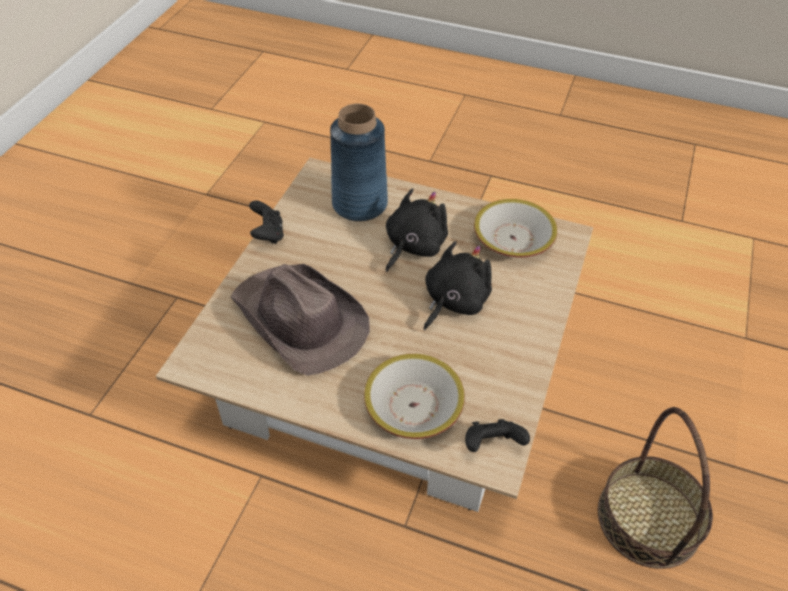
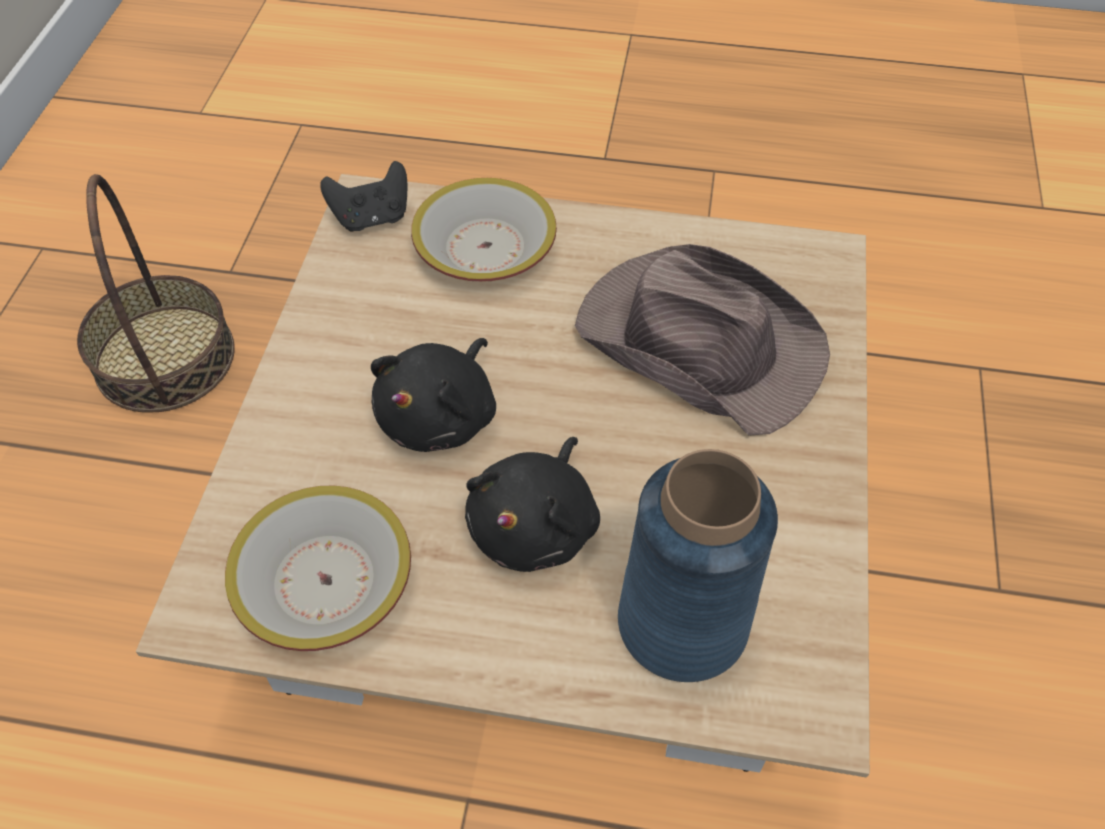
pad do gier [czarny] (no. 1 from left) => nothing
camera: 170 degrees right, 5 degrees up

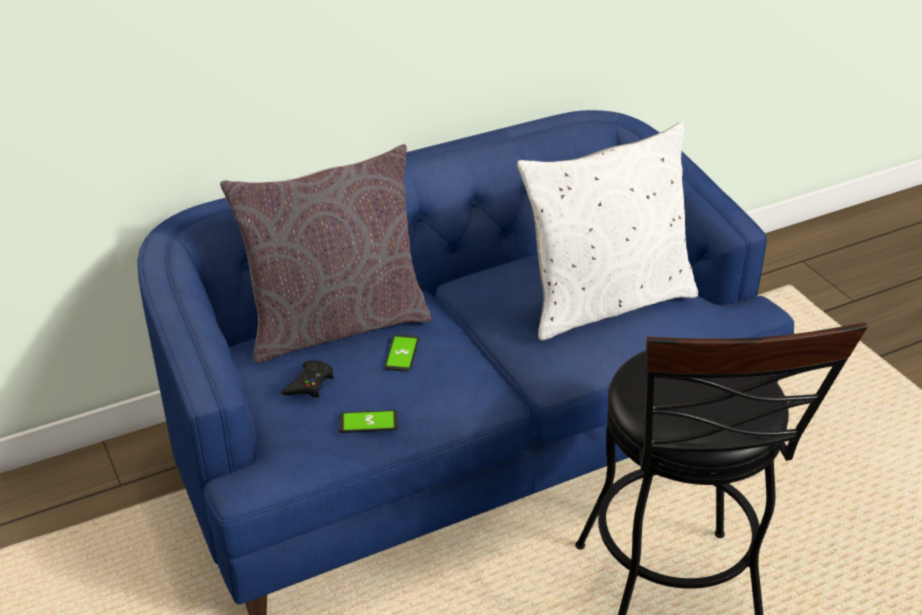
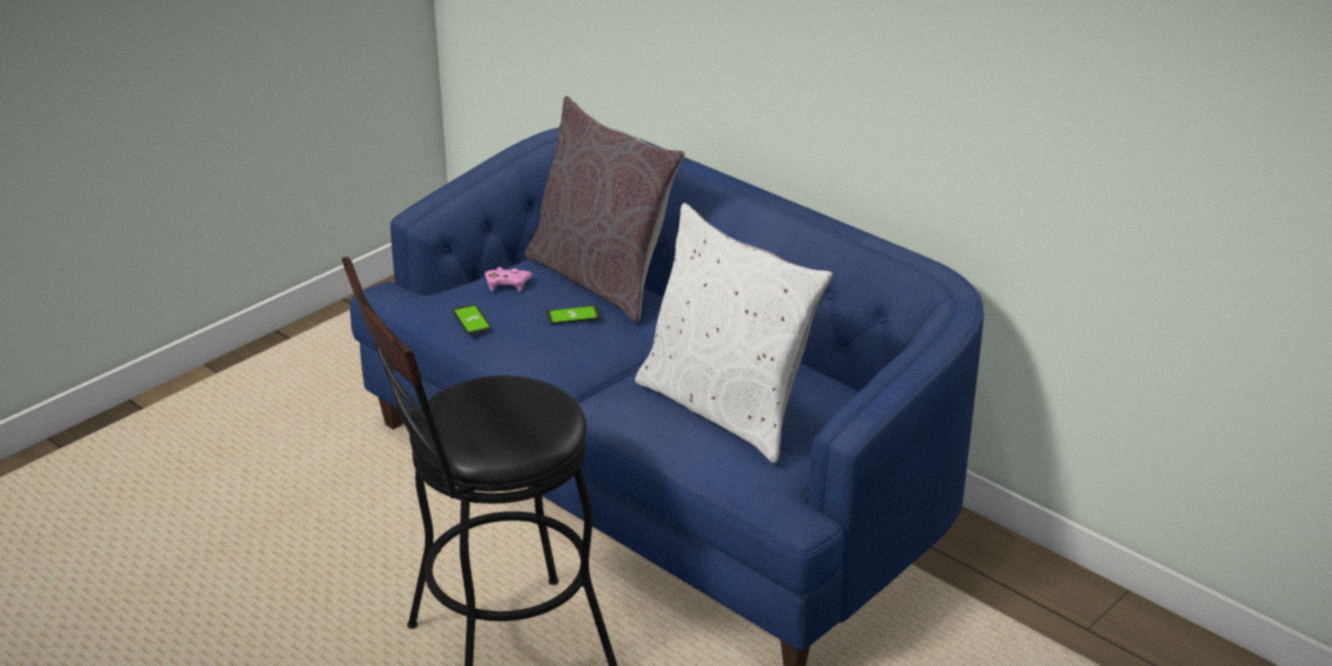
pad do gier [czarny] => pad do gier [różowy]
camera: 70 degrees right, 5 degrees down

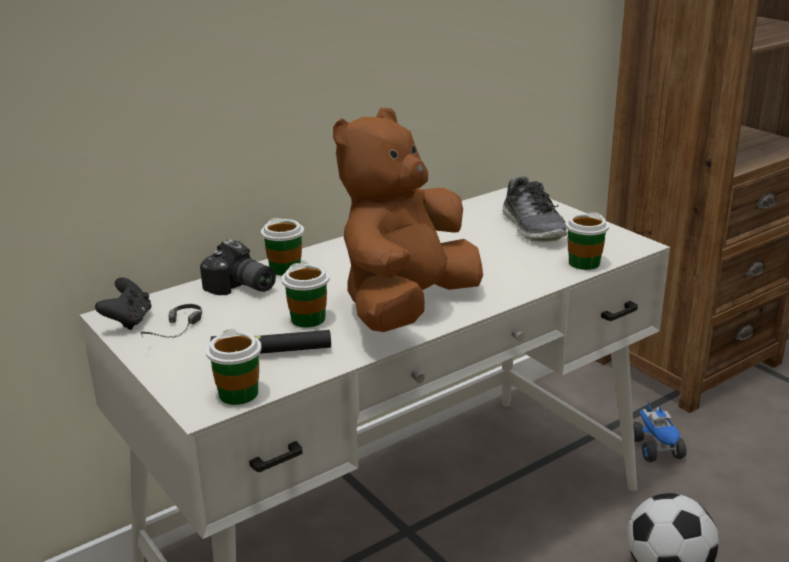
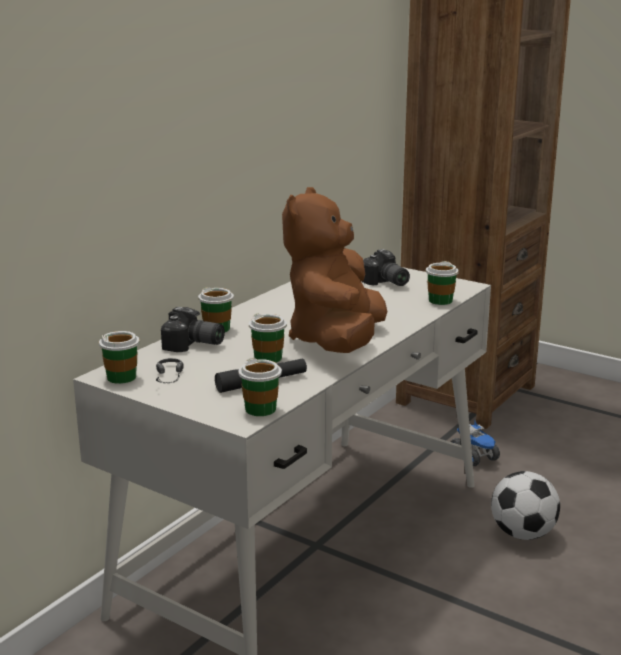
pad do gier [czarny] => filiżanka (no. 1 from left)
but => aparat fotograficzny (no. 2 from left)
camera: 20 degrees left, 5 degrees down

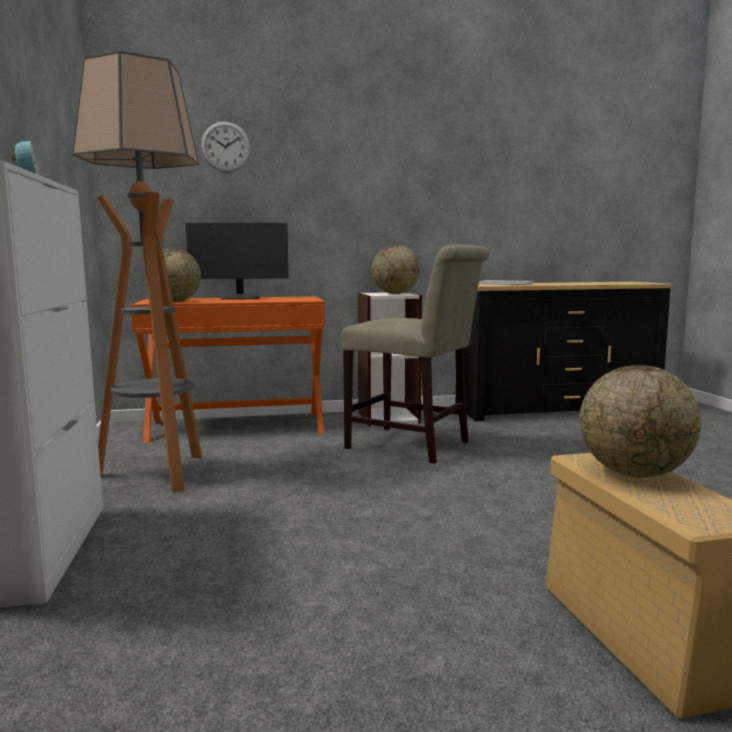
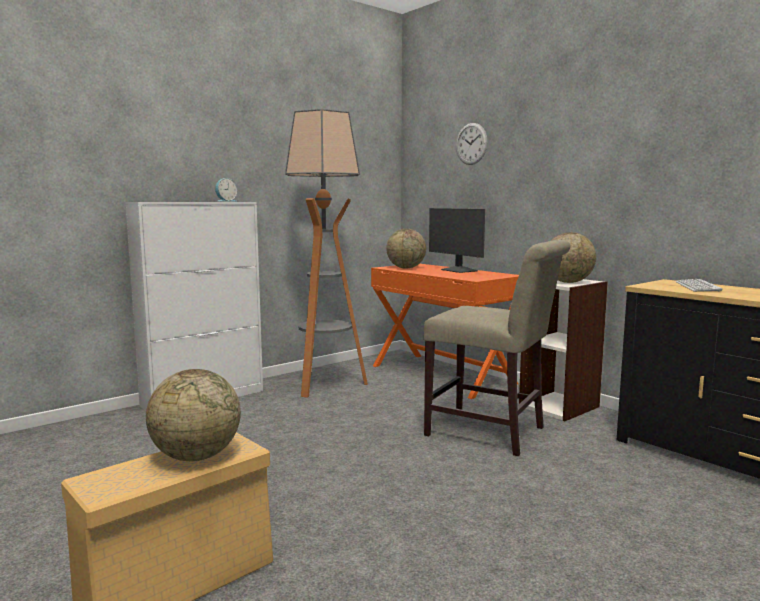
krzesło [beżowy], 60 degrees counterclockwise
camera: 60 degrees right, 0 degrees up

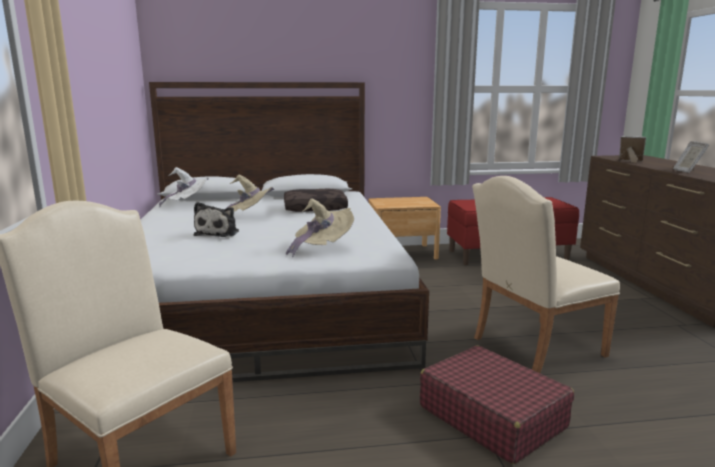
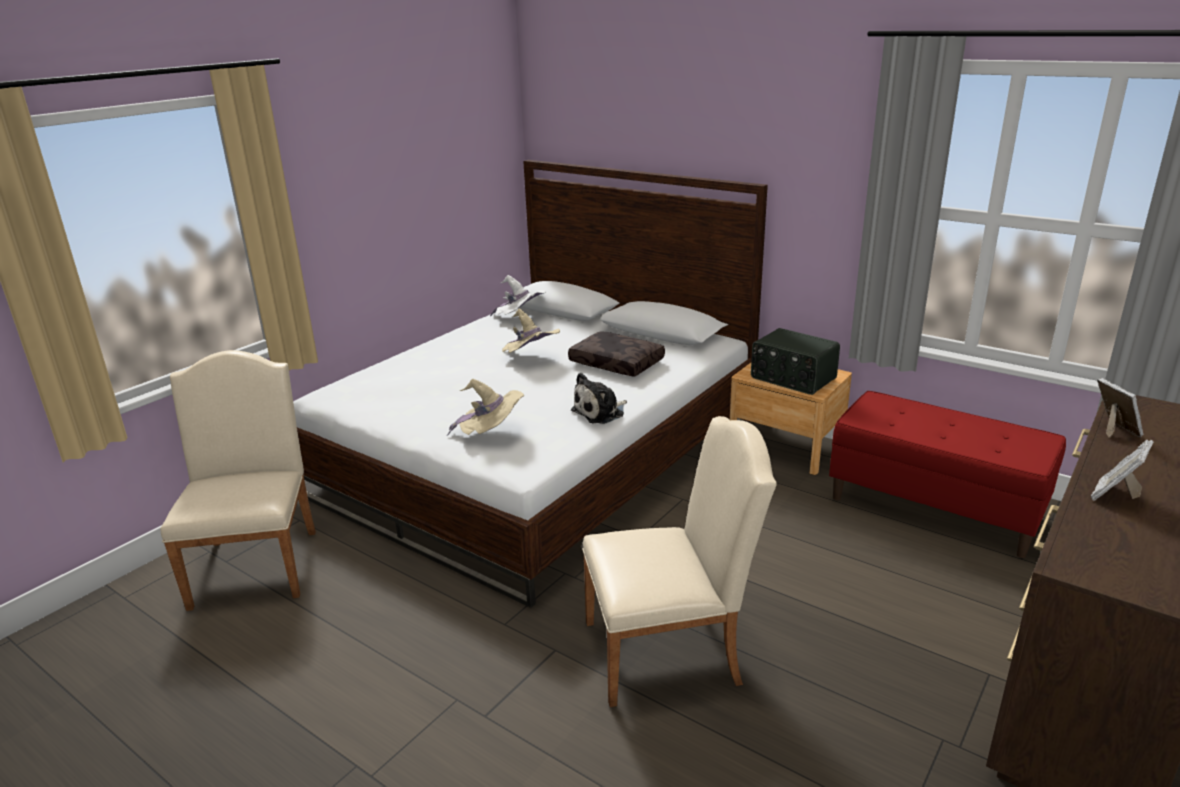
walizka [czerwony] => nothing
nothing => radio
pluszak, shifted
krzesło [beżowy] (no. 2 from left), 150 degrees clockwise
camera: 45 degrees right, 10 degrees up

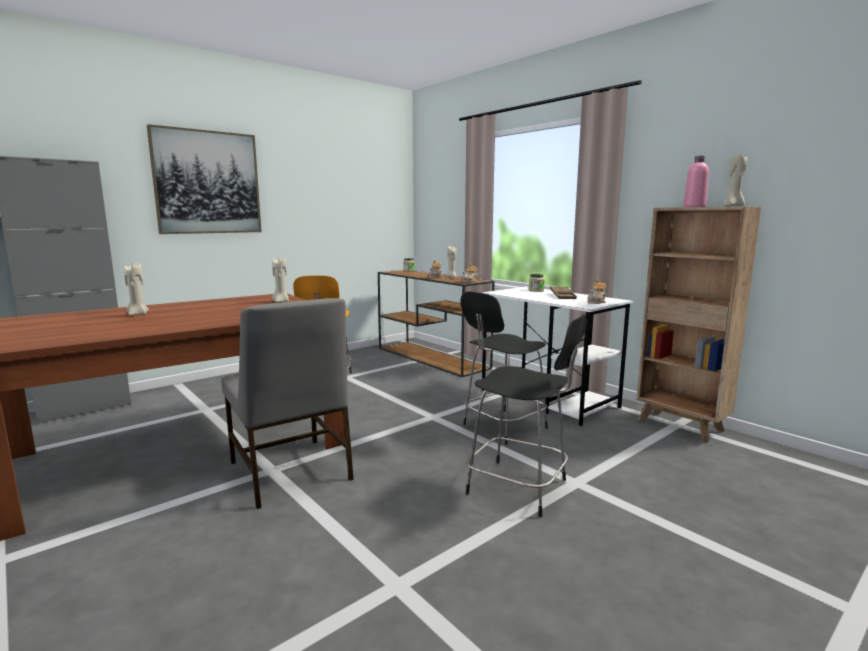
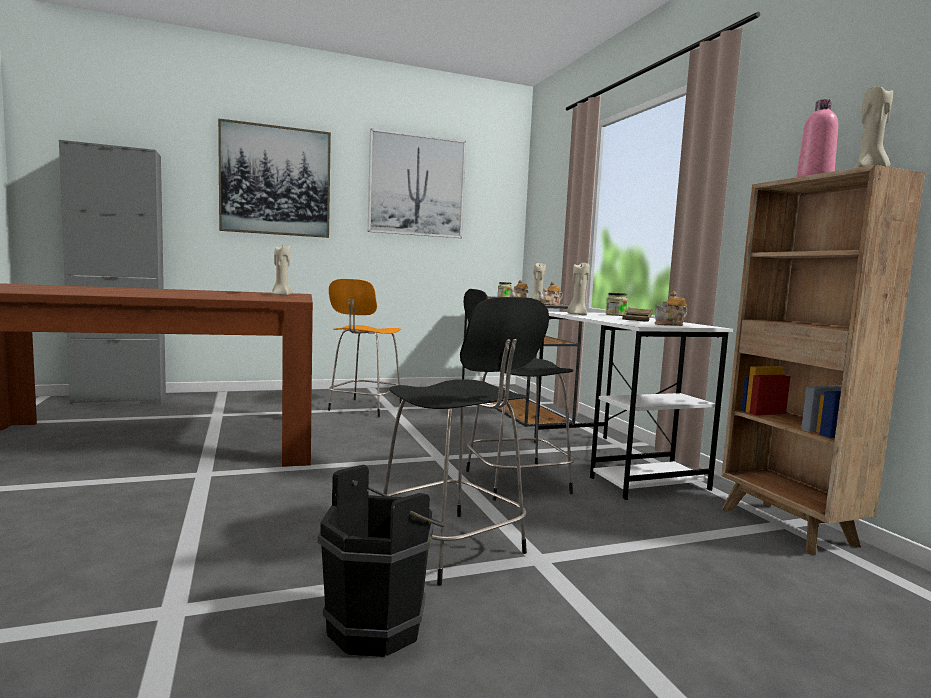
krzesło [szary] => nothing
nothing => wiadro [czarny]
nothing => obraz (no. 2 from left)
świeca [beżowy] (no. 1 from left in the first image) => świeca [beżowy] (no. 3 from left), shifted
camera: 20 degrees right, 5 degrees down

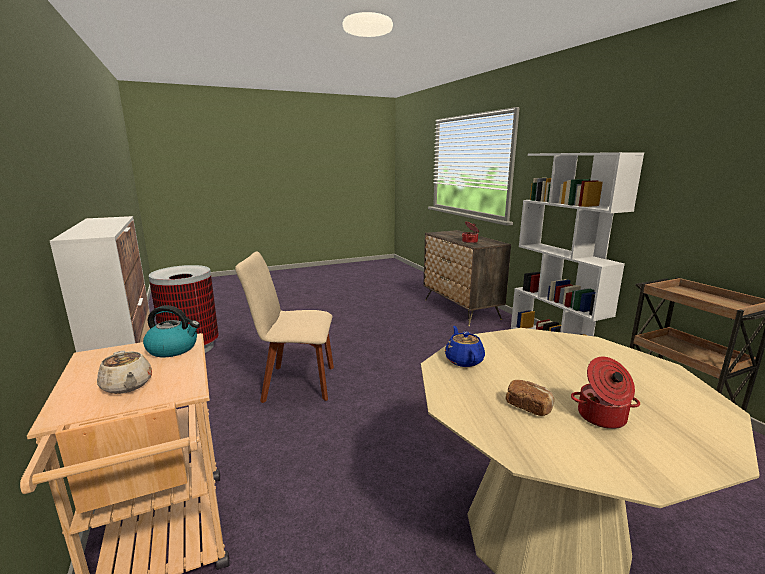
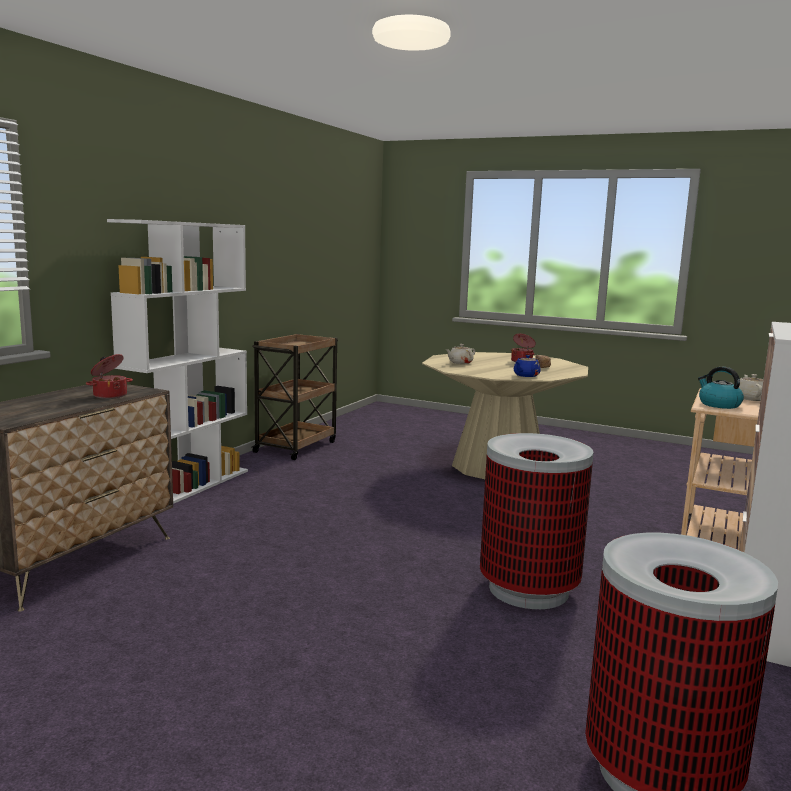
nothing => imbryk [beżowy] (no. 1 from left)
krzesło [beżowy] => kosz na śmieci (no. 1 from left)
camera: 130 degrees left, 5 degrees down

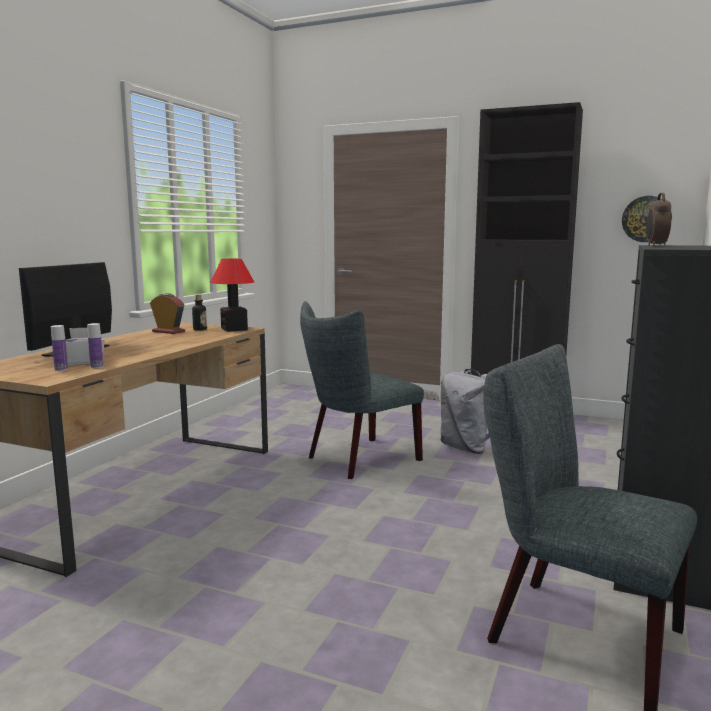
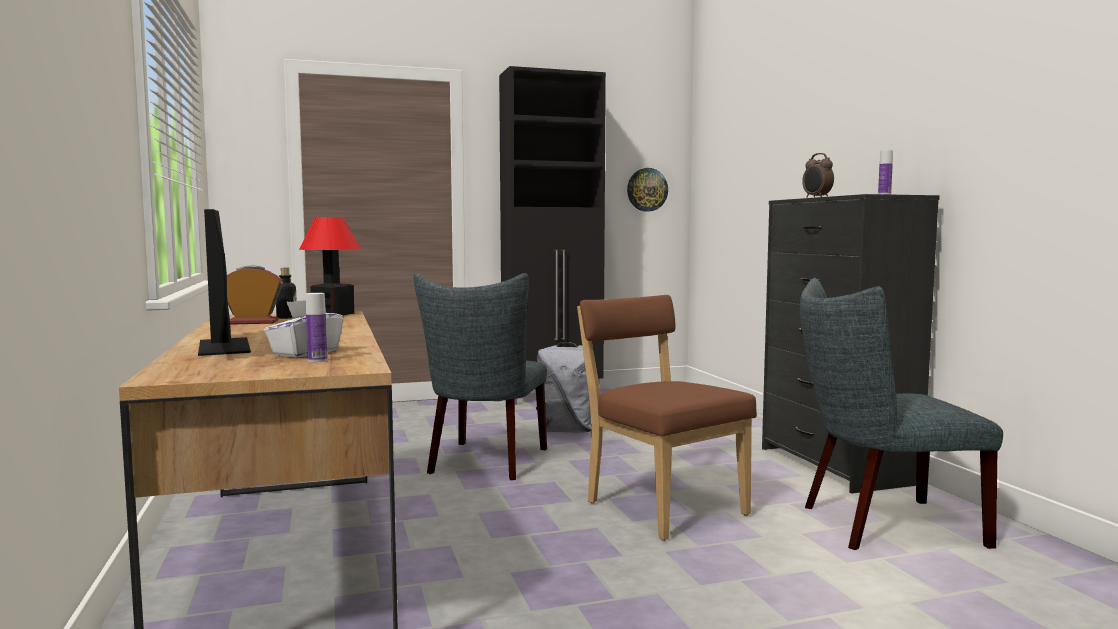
nothing => krzesło [brązowy]
butelka (no. 2 from left in the first image) => butelka (no. 3 from left), shifted
camera: 40 degrees left, 5 degrees down

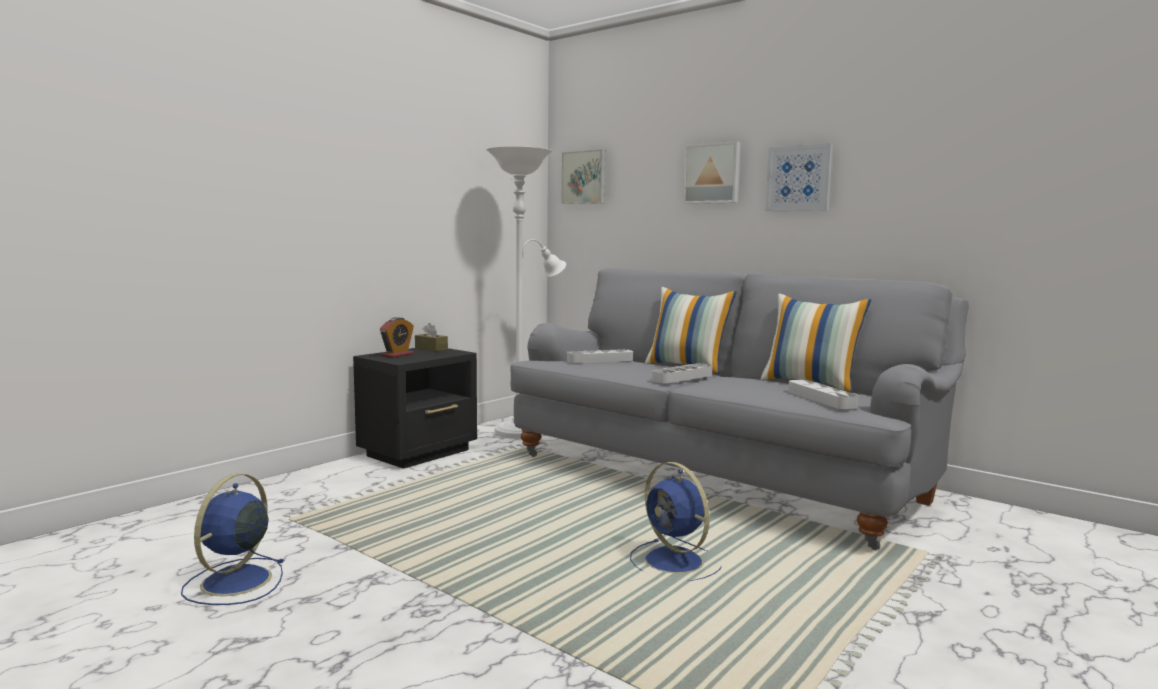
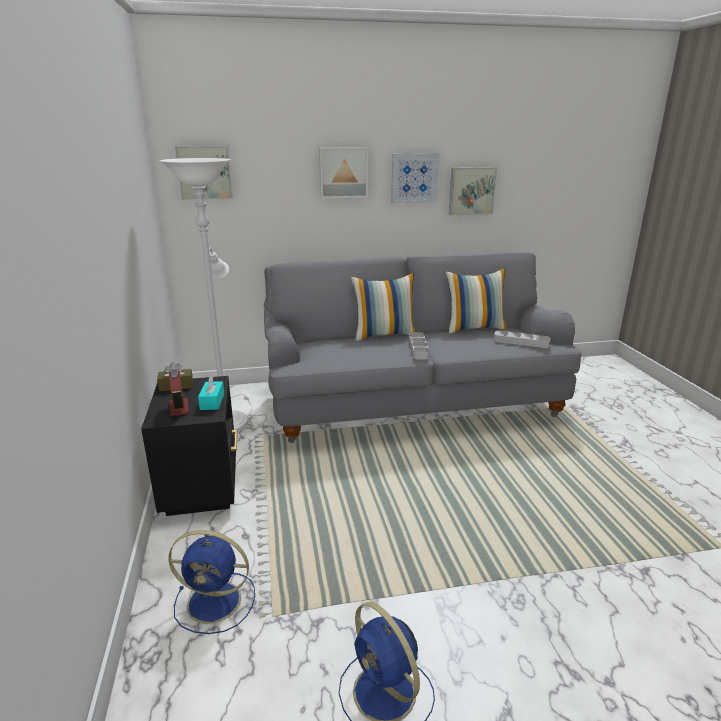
taca [szary] (no. 1 from left) => nothing
nothing => pudełko chusteczek [turkusowy]
nothing => obraz (no. 4 from left)
wentylator [niebieski] (no. 2 from left in the first image) => wentylator [niebieski] (no. 1 from left), shifted
camera: 50 degrees left, 15 degrees up

